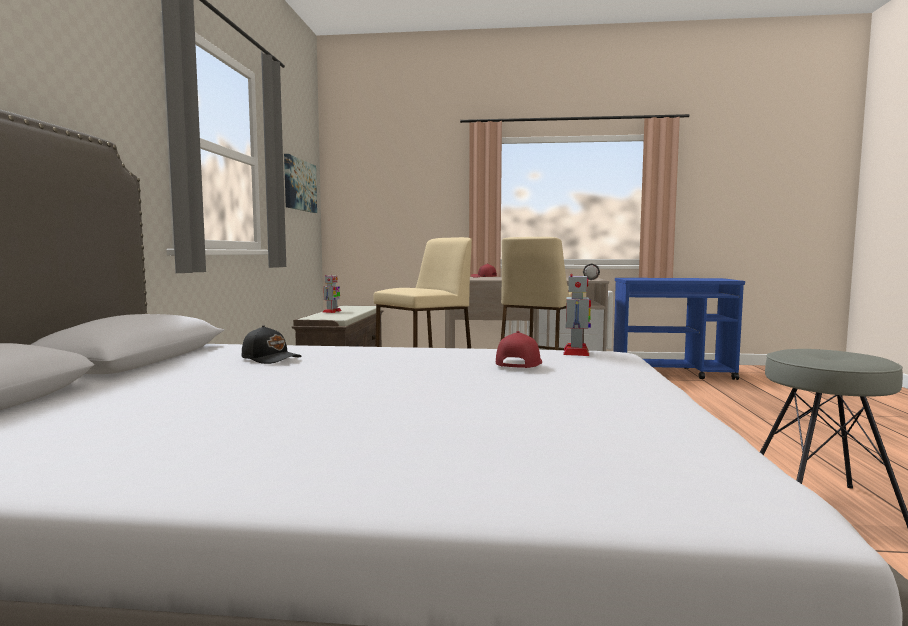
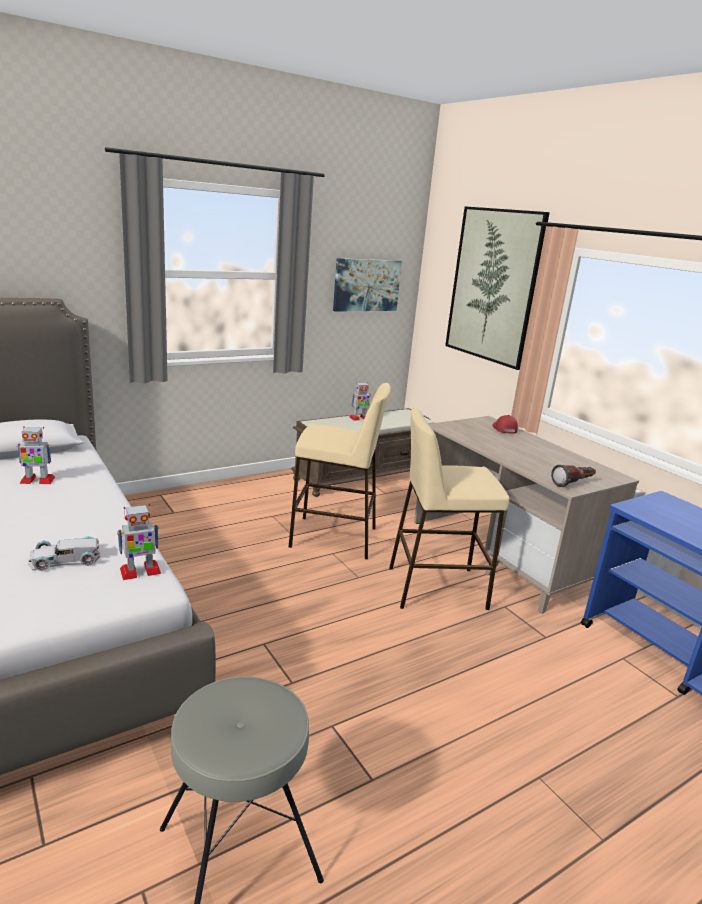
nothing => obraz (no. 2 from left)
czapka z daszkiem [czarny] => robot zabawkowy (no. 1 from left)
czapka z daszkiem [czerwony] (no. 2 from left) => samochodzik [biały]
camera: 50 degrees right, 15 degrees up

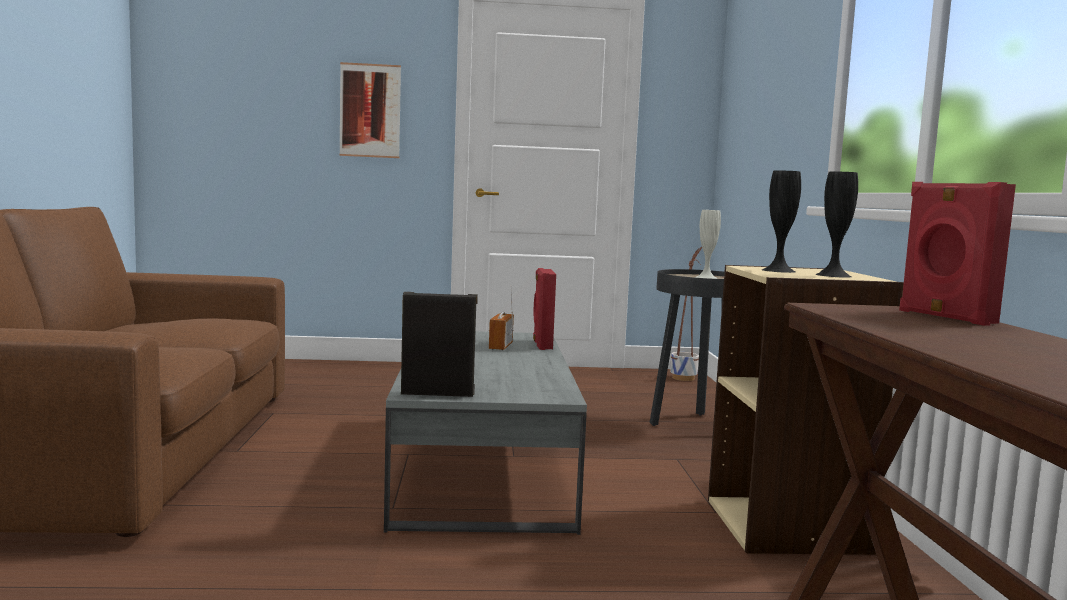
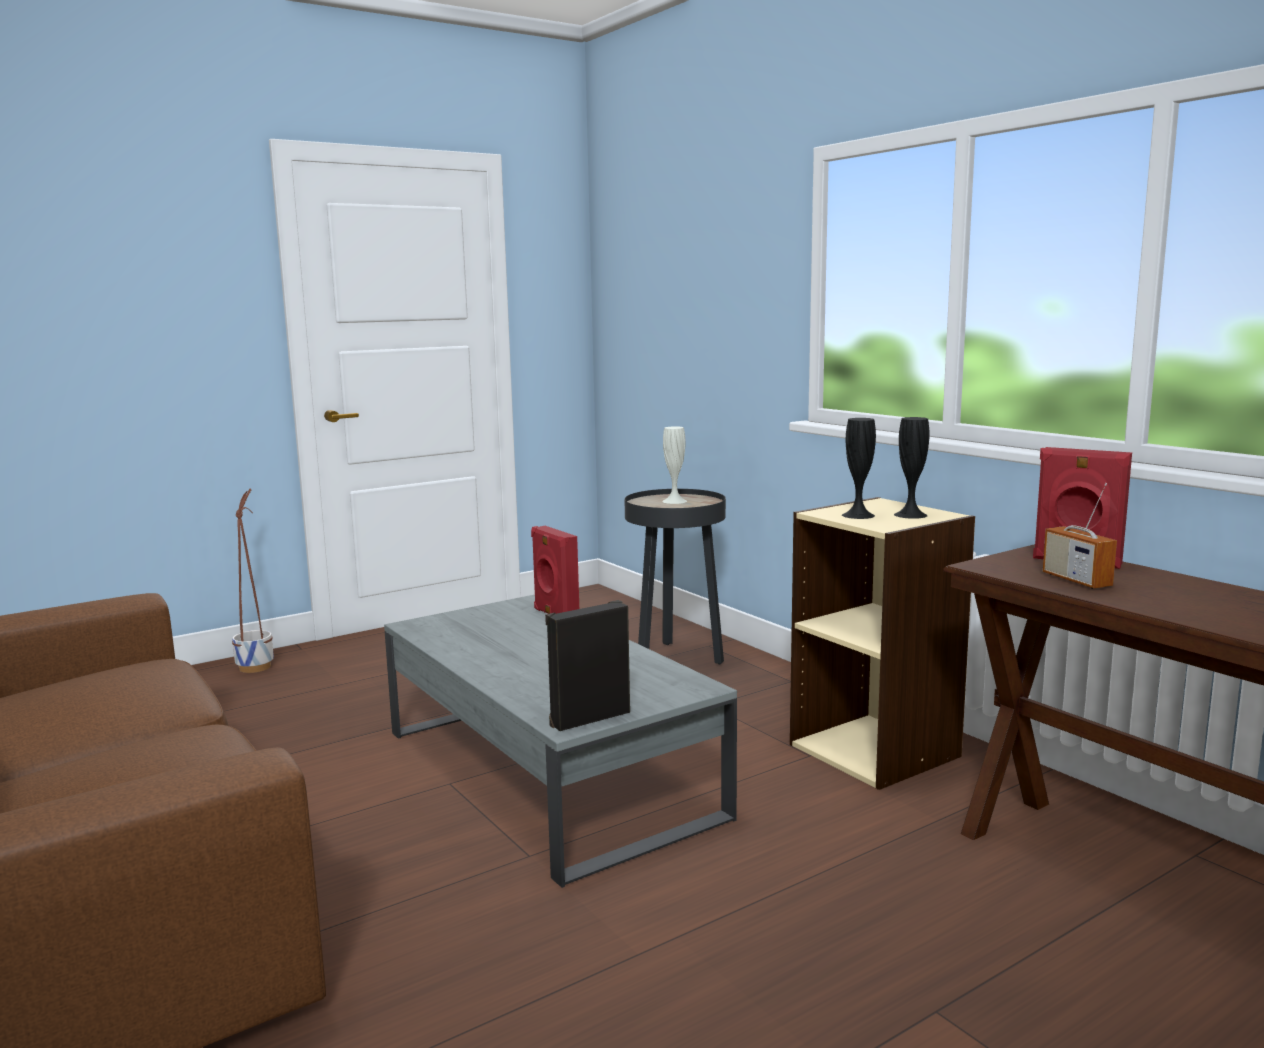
obraz => nothing
radio, shifted
donica, shifted
camera: 30 degrees left, 5 degrees up

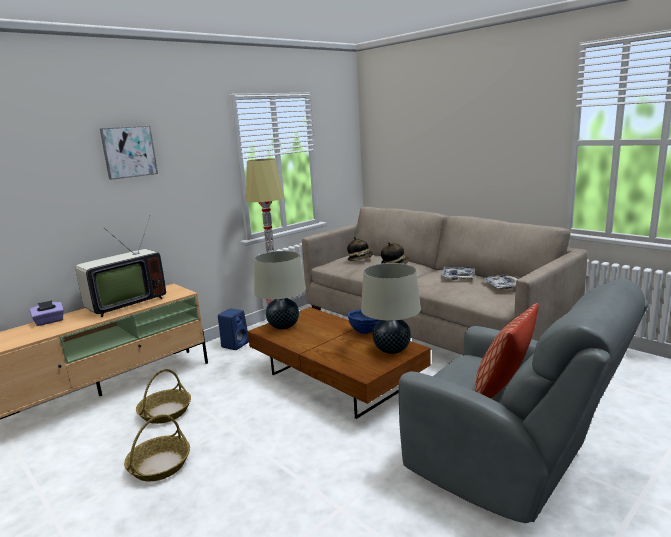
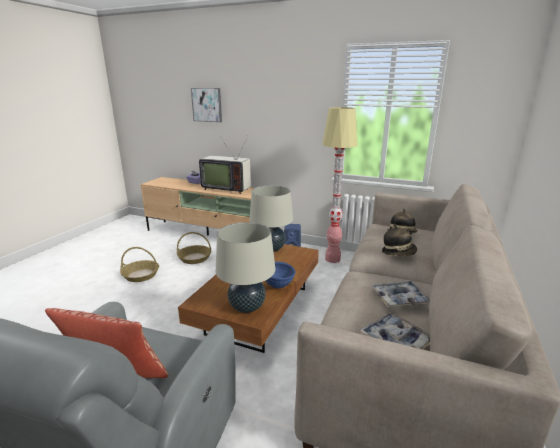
obraz, shifted
camera: 65 degrees right, 5 degrees up

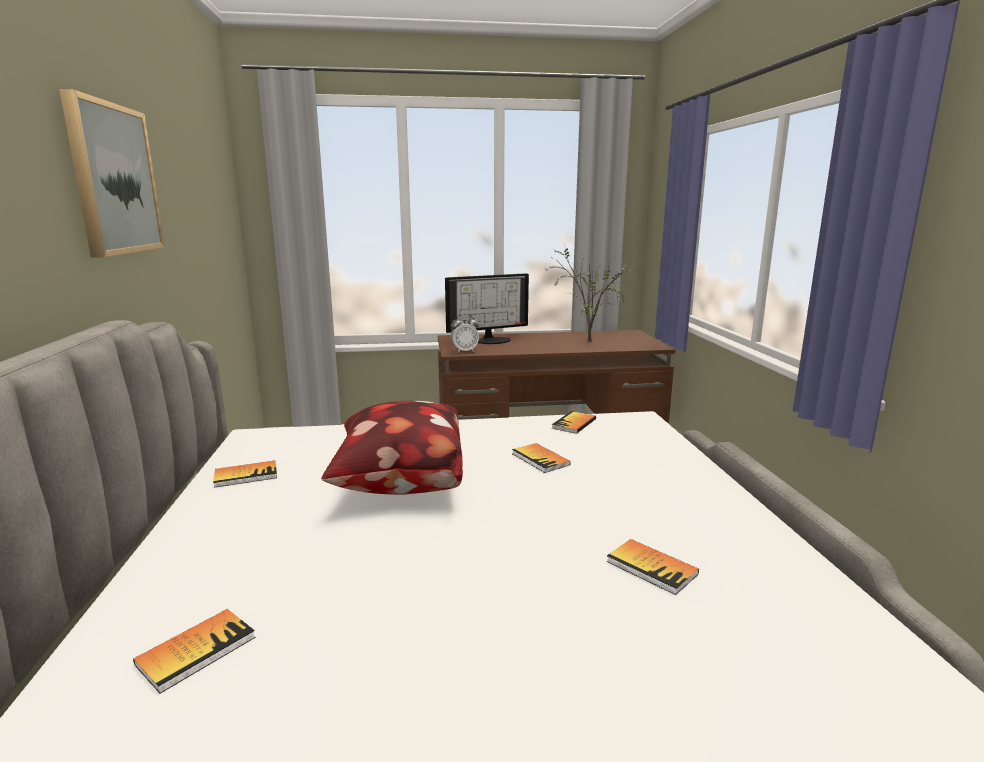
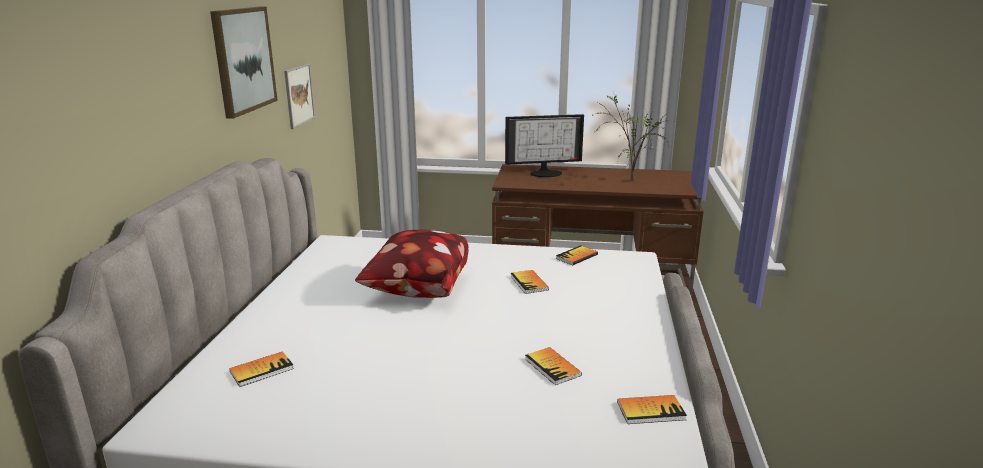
budzik => nothing
nothing => obraz (no. 2 from left)
książka (no. 2 from left in the first image) => książka (no. 5 from left), shifted
camera: 15 degrees right, 5 degrees up

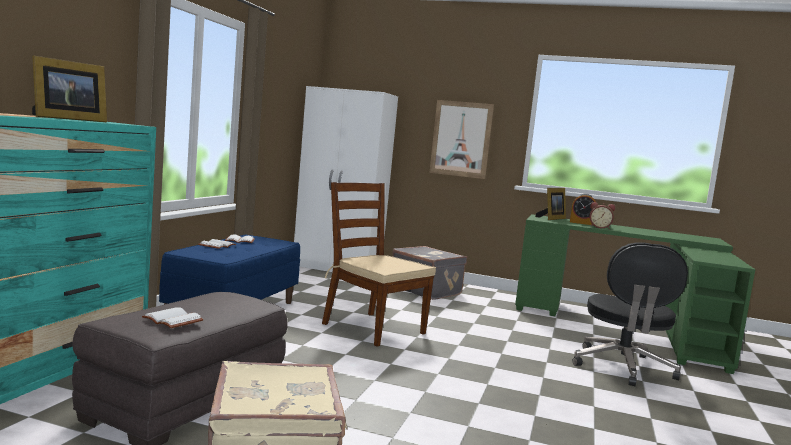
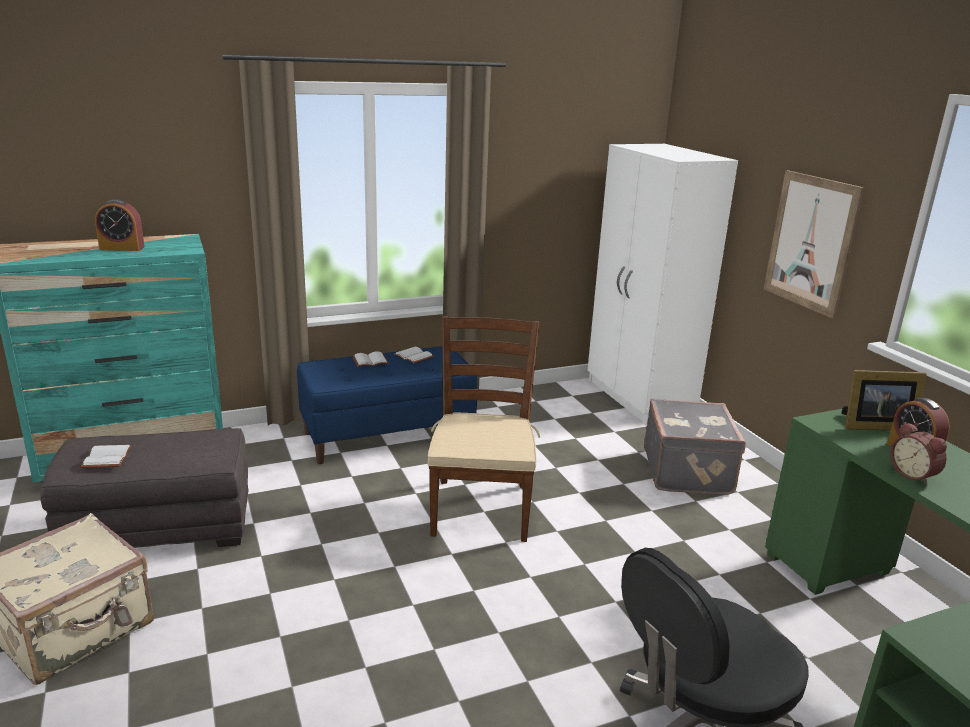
ramka na zdjęcie (no. 1 from left) => budzik (no. 1 from left)
camera: 50 degrees right, 15 degrees up

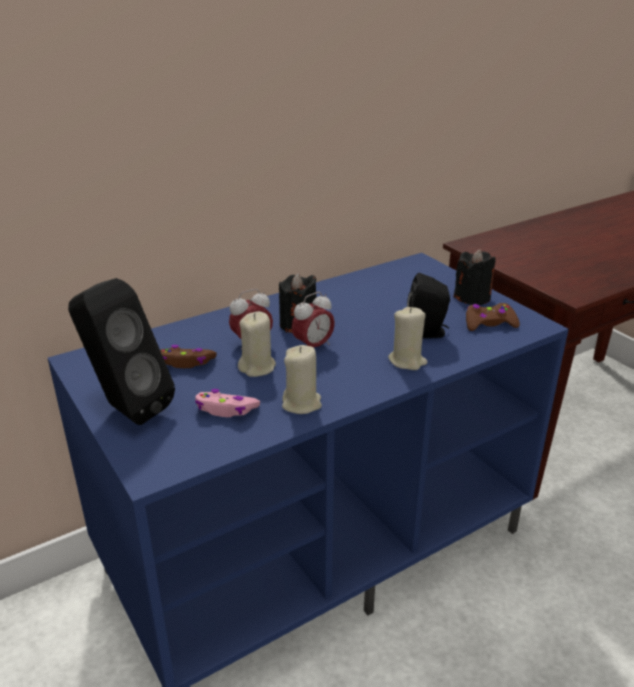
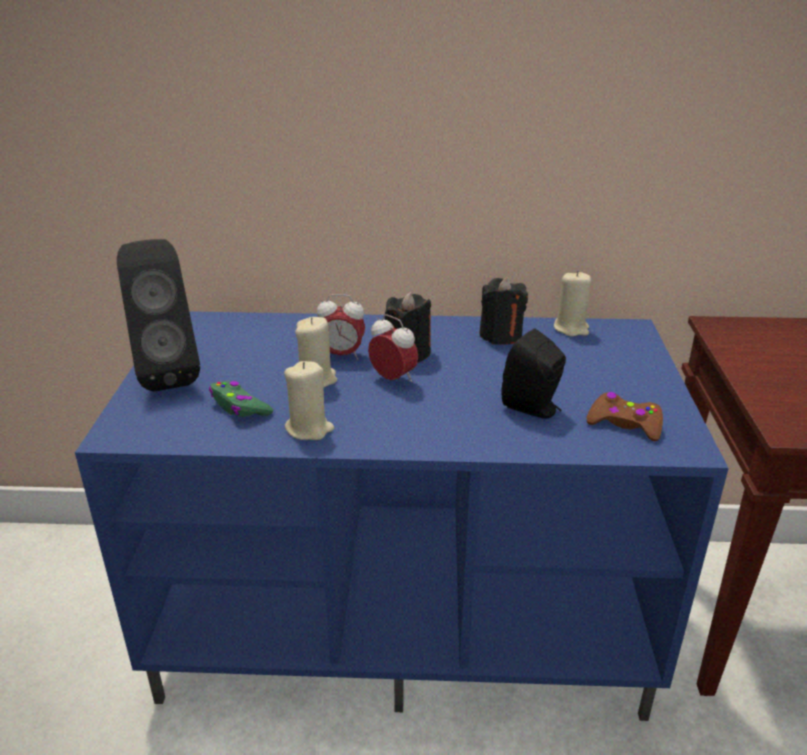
pad do gier [brązowy] (no. 1 from left) => nothing
świeca [beżowy] (no. 3 from left), shifted
świeca [czarny] (no. 2 from left), shifted
pad do gier [różowy] => pad do gier [zielony]
budzik (no. 2 from left), 135 degrees counterclockwise
camera: 35 degrees right, 0 degrees up

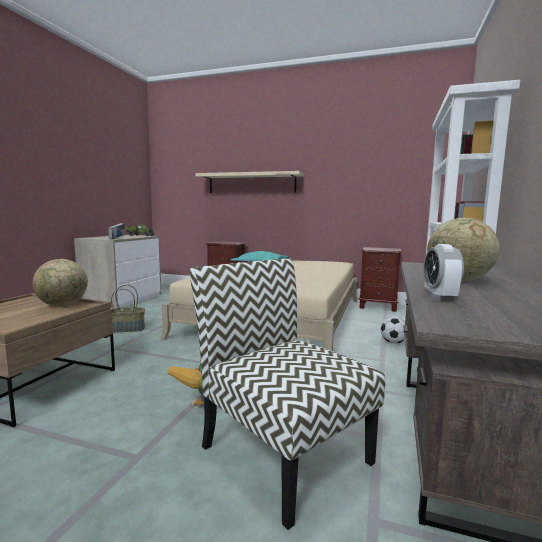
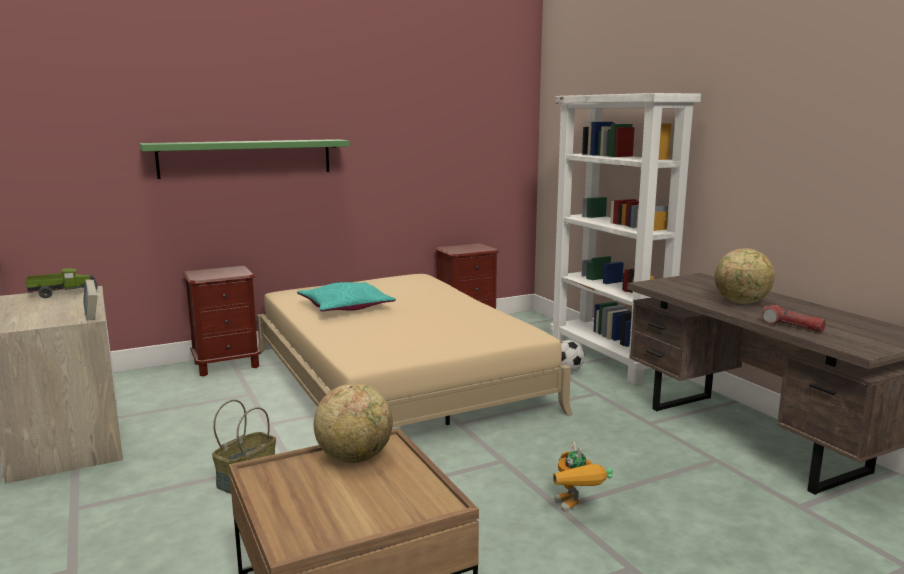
krzesło => nothing
budzik => latarka
półka [beżowy] => półka [zielony]
camera: 45 degrees left, 5 degrees up

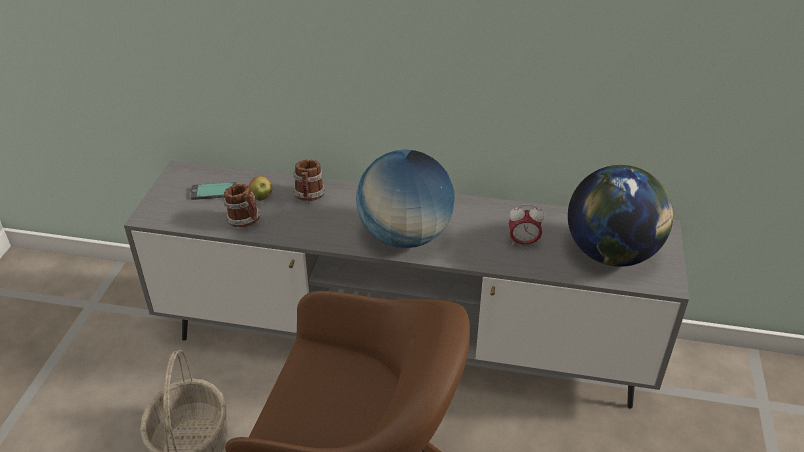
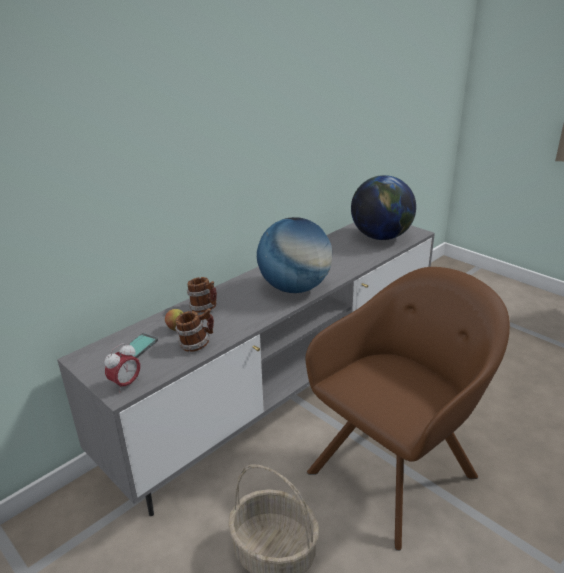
budzik, shifted
camera: 55 degrees left, 10 degrees down

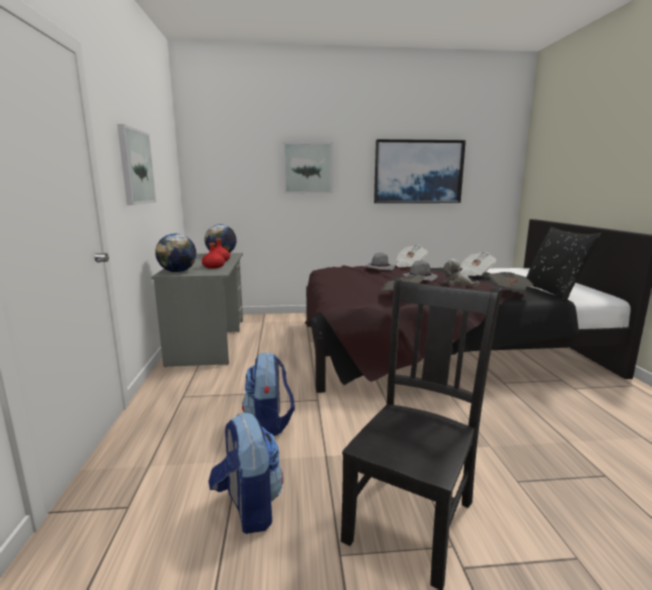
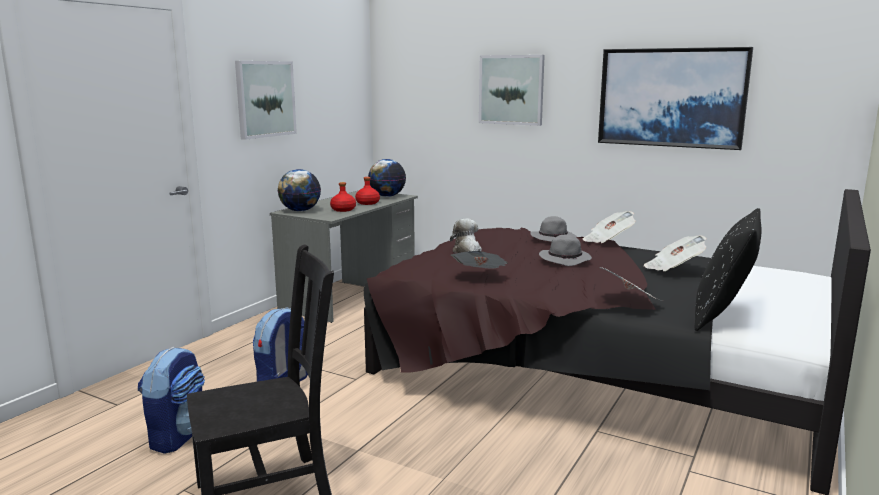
pluszak, shifted
camera: 35 degrees right, 0 degrees up

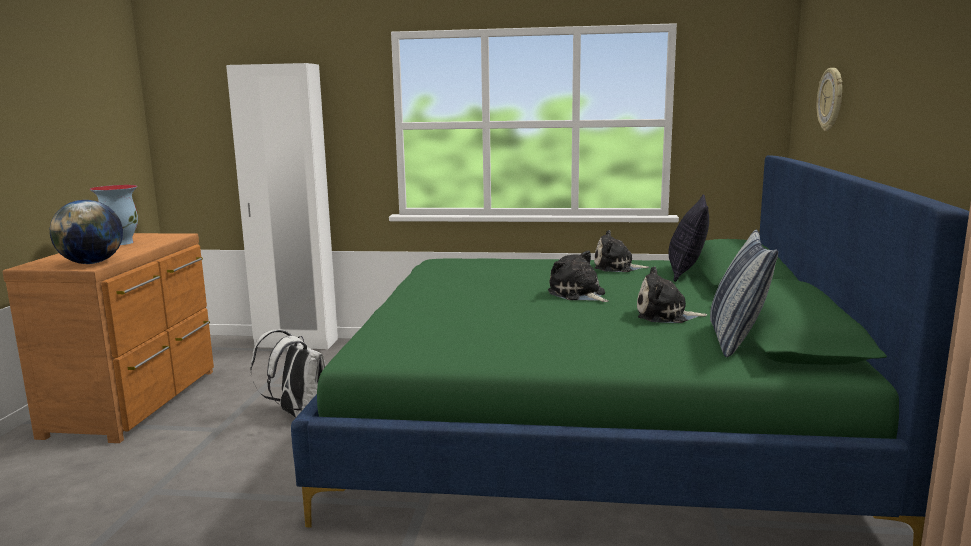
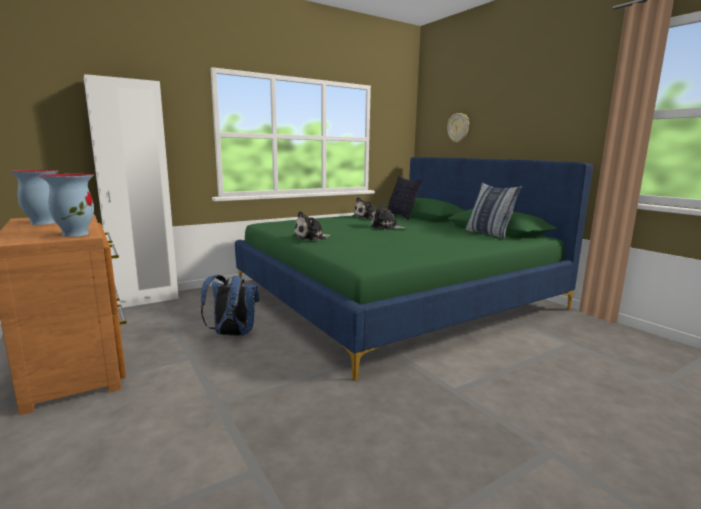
pluszak (no. 3 from left in the first image) => pluszak (no. 1 from left), shifted
globus => wazon (no. 2 from left)
plecak [biały] => plecak [niebieski]
camera: 40 degrees left, 0 degrees up

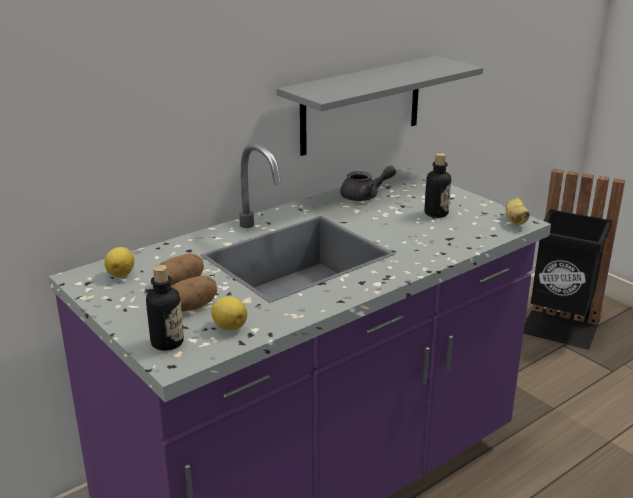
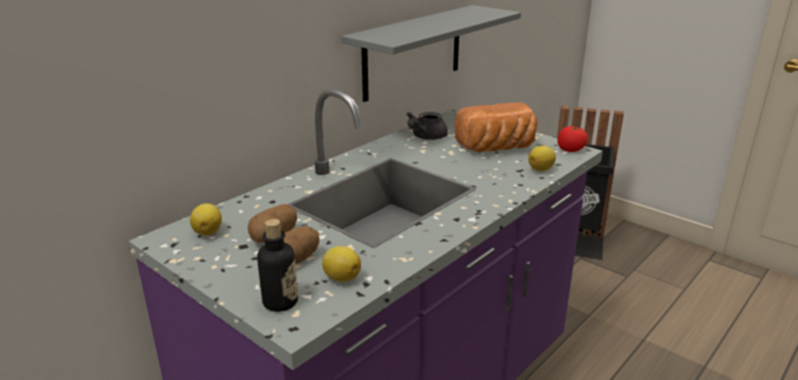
nothing => cytryna (no. 3 from left)
butelka (no. 2 from left) => chleb
banan => pomidor
imbryk [szary], 150 degrees clockwise
camera: 10 degrees left, 0 degrees up

